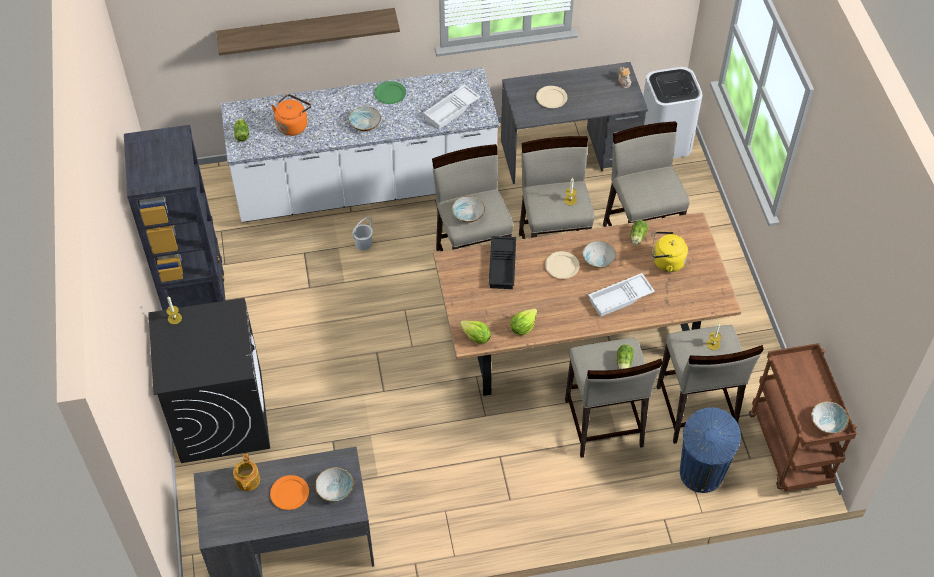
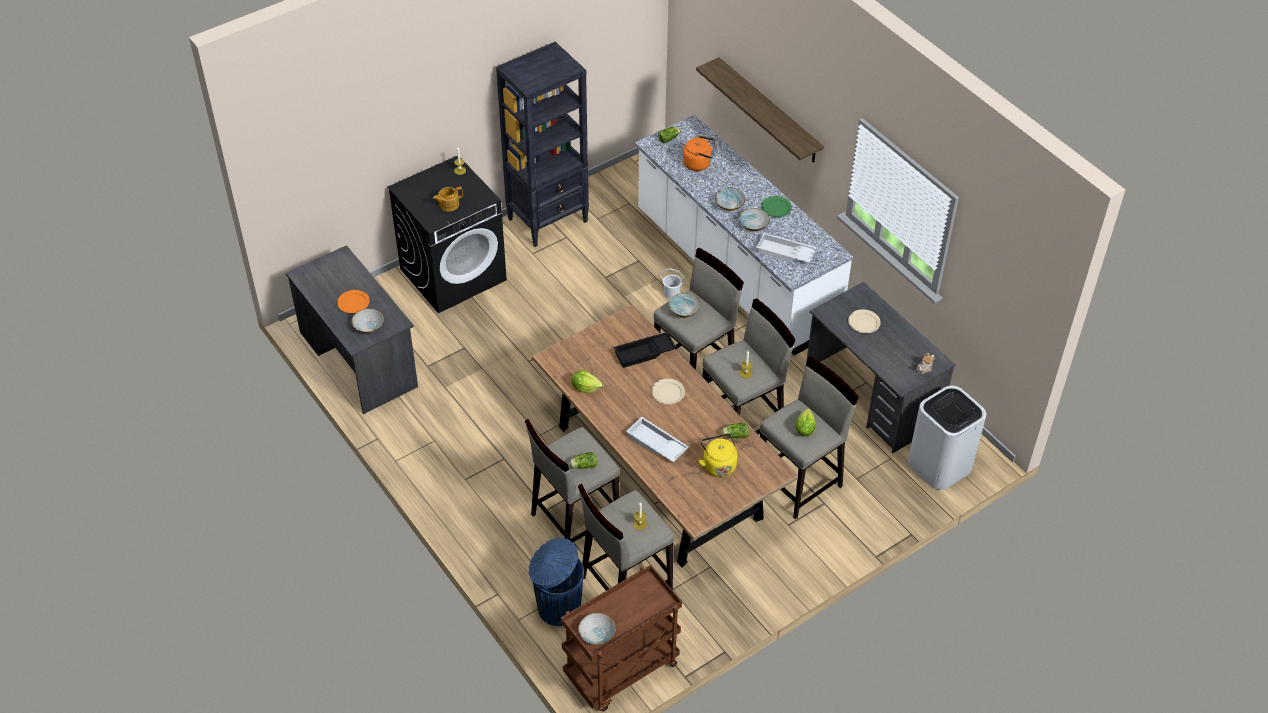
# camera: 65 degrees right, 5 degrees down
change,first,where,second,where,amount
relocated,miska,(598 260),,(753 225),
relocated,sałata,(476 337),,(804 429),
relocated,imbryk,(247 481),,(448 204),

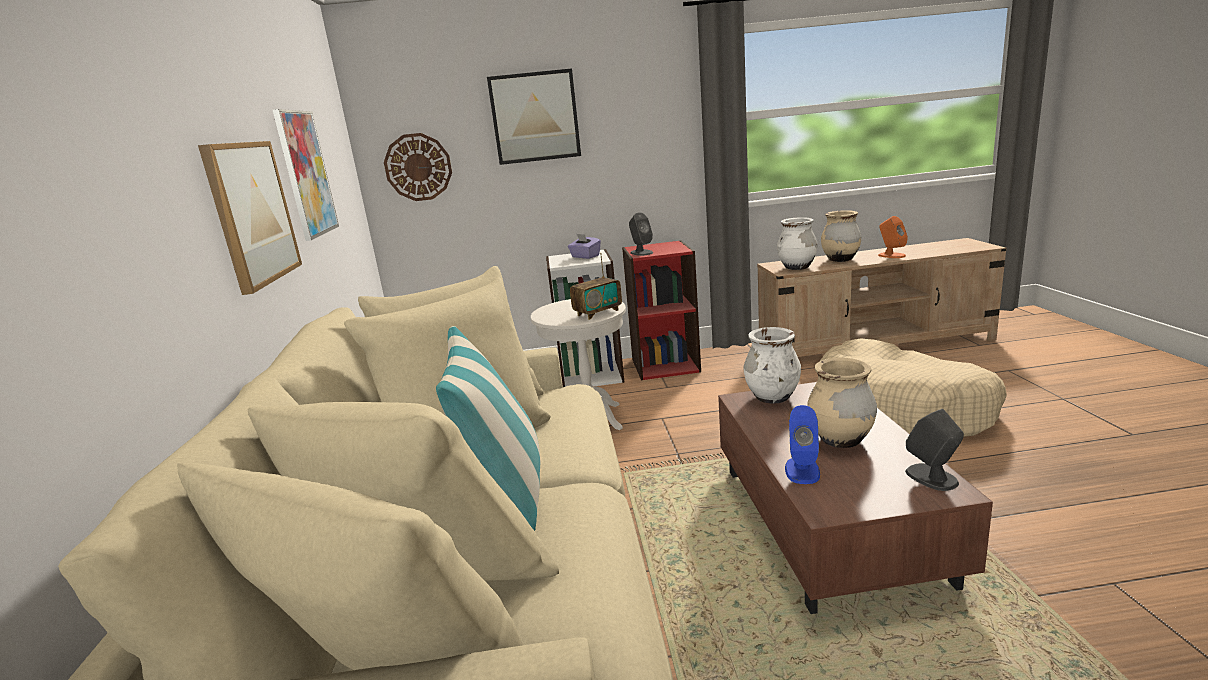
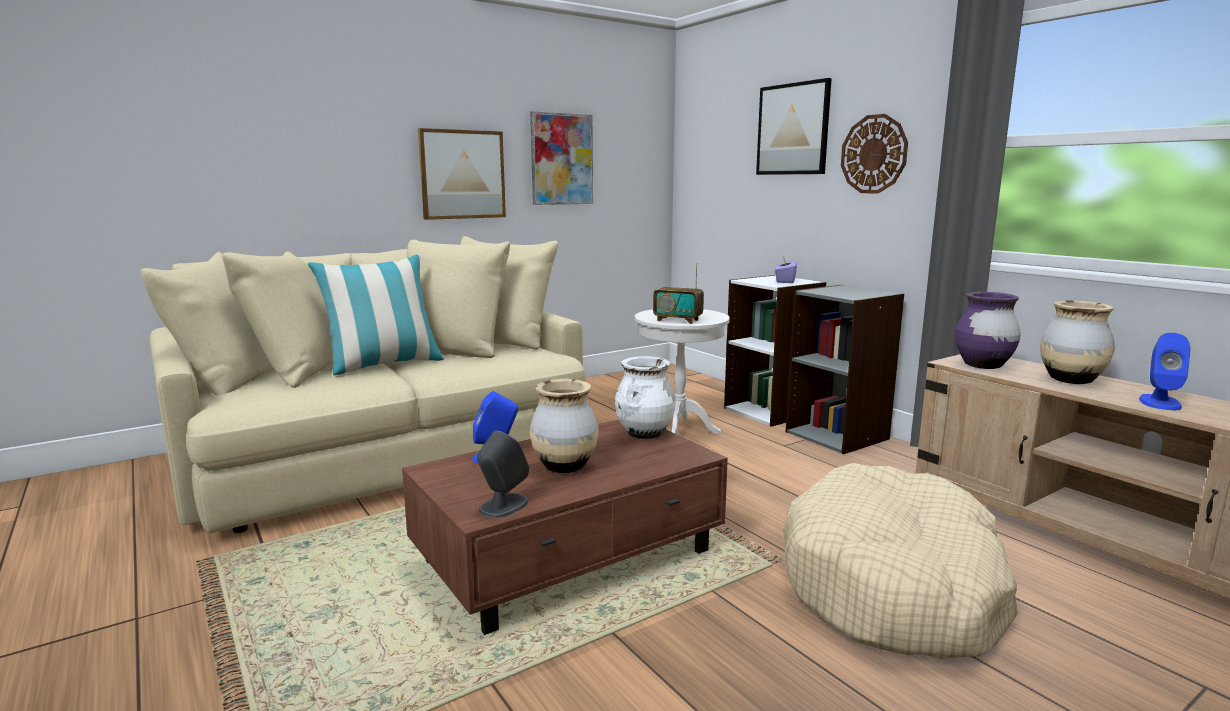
# camera: 60 degrees right, 5 degrees down
change,first,where,second,where,amount
relocated,zegar ścienny,(418 167),,(874 154),
missing,głośnik (szary),(641 253),,,
colour,głośnik (pomarańczowy),(891 255),głośnik (niebieski),(1160 402),
colour,wazon (biały),(797 267),wazon (fioletowy),(983 365),
colour,regał (czerwony),(665 365),regał (szary),(837 435),

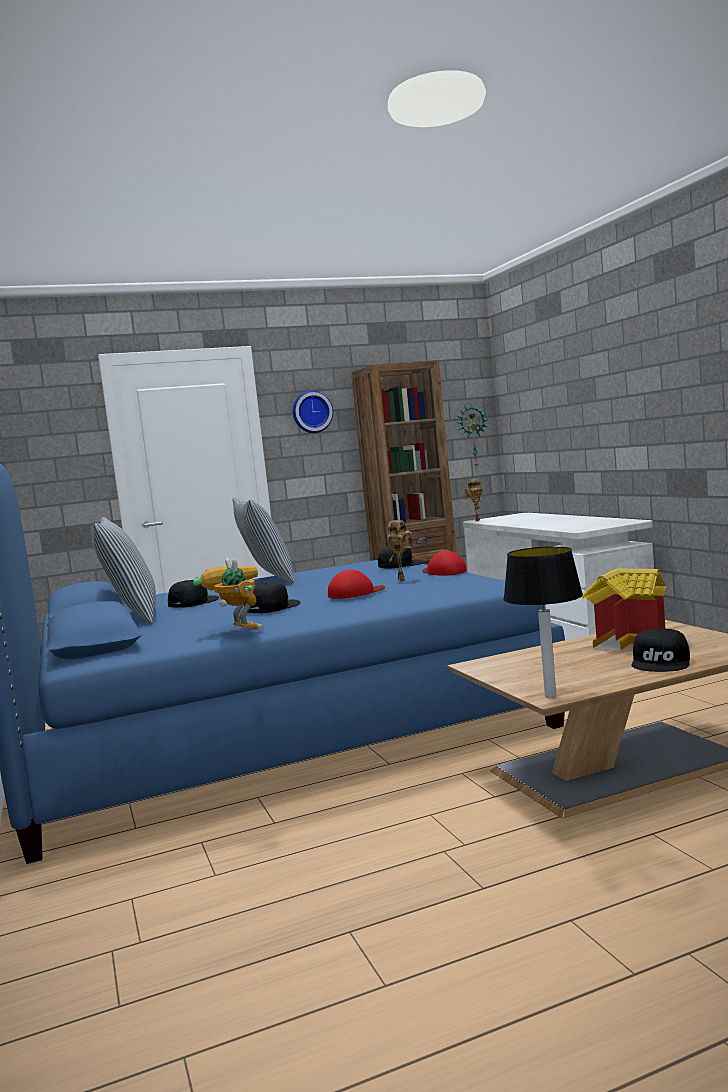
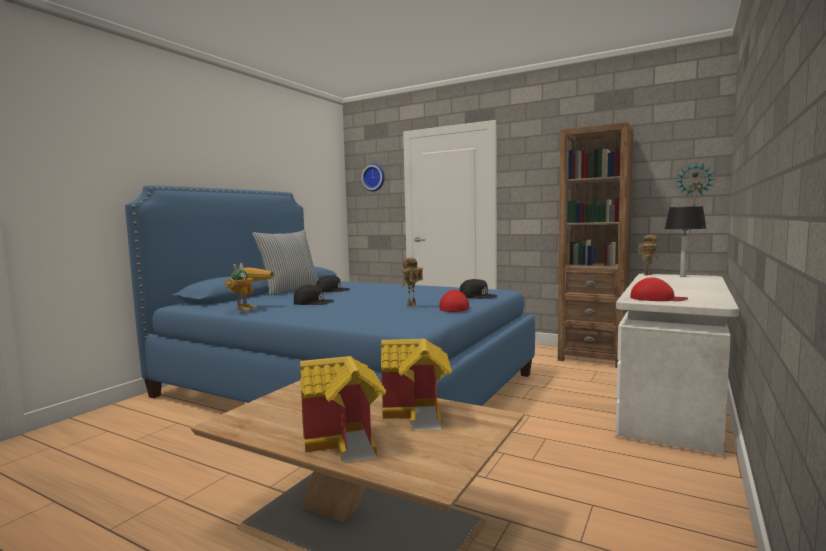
# camera: 50 degrees right, 0 degrees up
change,first,where,second,where,amount
relocated,zegar ścienny,(311 412),,(374 177),
missing,poduszka,(267 580),,,
relocated,lampa stołowa,(550 695),,(683 276),
relocated,czapka z daszkiem (czerwony),(355 593),,(657 298),
exchanged,czapka z daszkiem (czarny),(662 662),domek,(347 443),

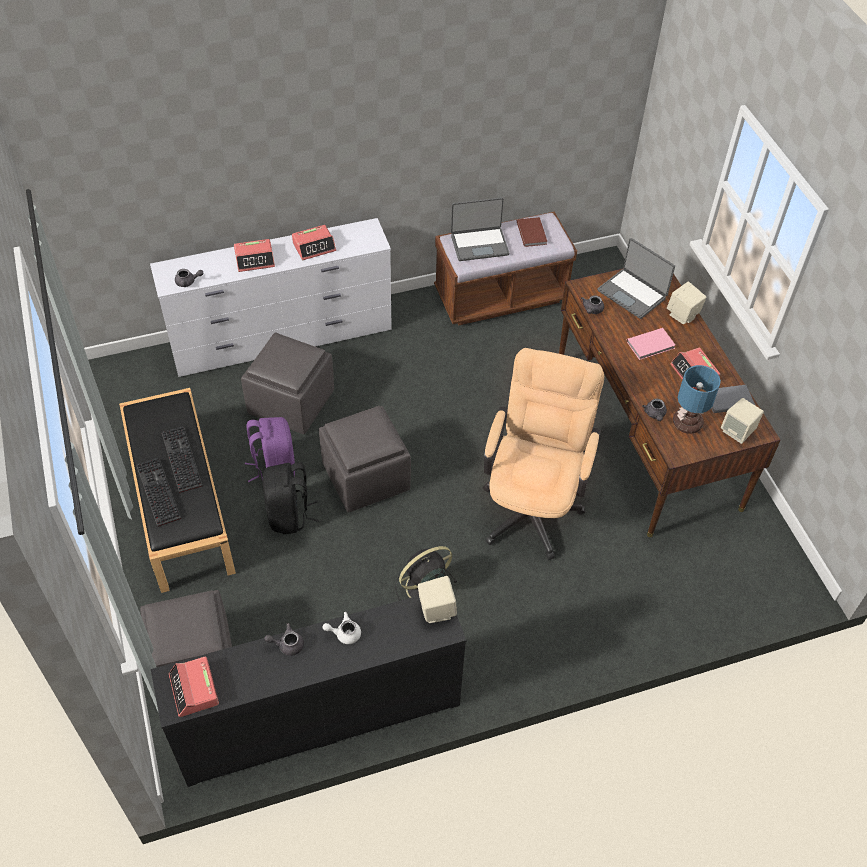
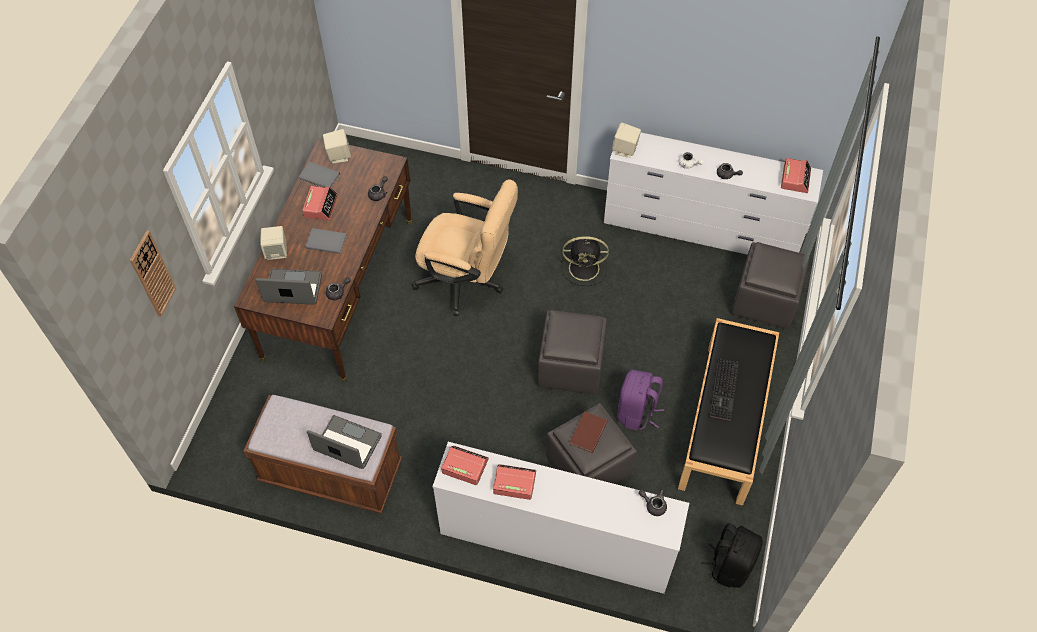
# camera: 145 degrees left, 5 degrees up
change,first,where,second,where,amount
relocated,książka (brązowy),(532 233),,(587 433),
spun,laptop,(632 294),,(293 289),75 degrees counterclockwise
relocated,budzik,(255 259),,(464 466),
colour,książka (różowy),(651 345),książka (szary),(326 241),
spun,krzesło biurowe (beżowy),(533 504),,(467 282),120 degrees counterclockwise
missing,lampa stołowa,(688 422),,,
missing,klawiatura,(156 492),,,
relocated,plecak (czarny),(289 515),,(730 565),
colour,komoda (czarny),(319 718),komoda (biały),(701 230),
appeared,,,zegar ścienny,(152 274),

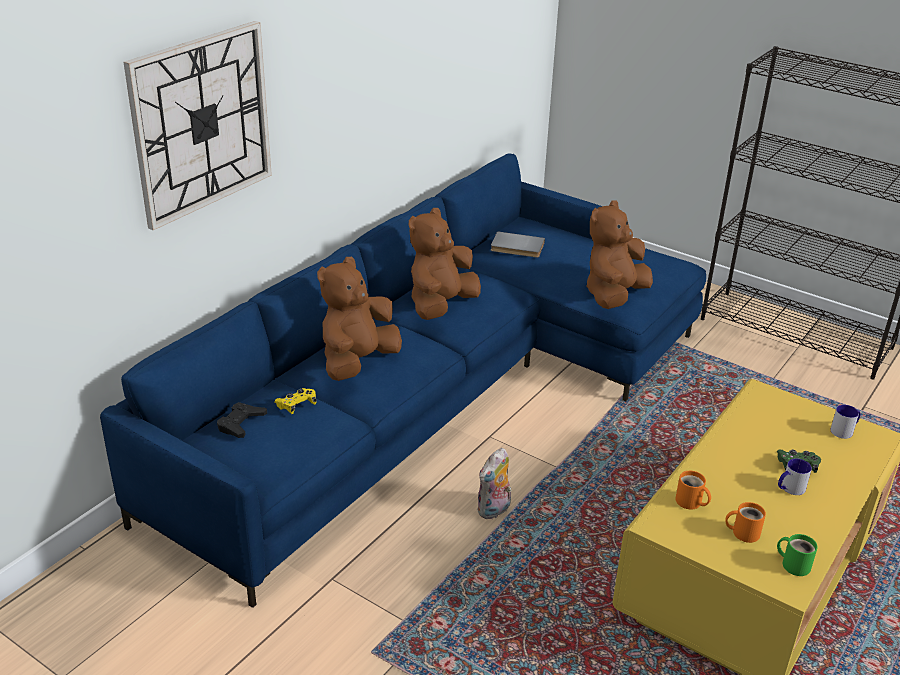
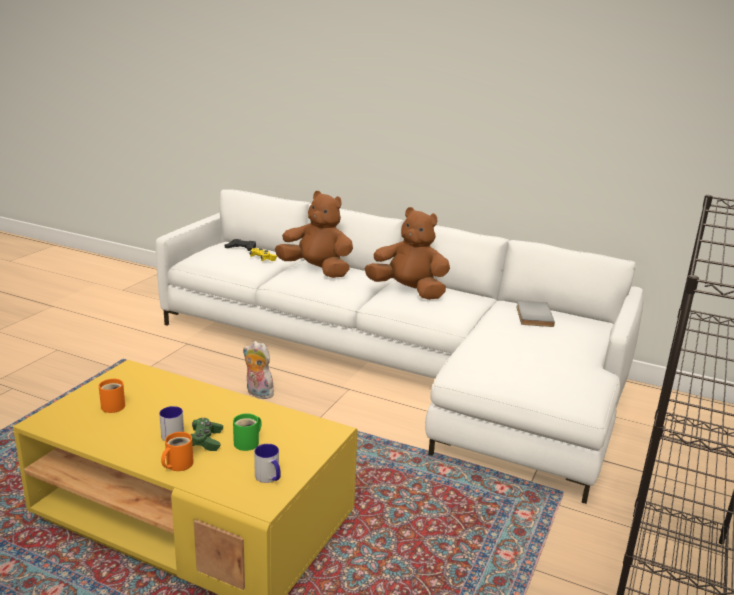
# camera: 80 degrees right, 10 degrees down
change,first,where,second,where,amount
missing,zegar ścienny,(202 123),,,
colour,kanapa (niebieski),(441 392),kanapa (biały),(399 366),
missing,pluszak (brązowy),(614 296),,,
relocated,kubek (pomarańczowy),(690 502),,(177 464),
relocated,kubek (zielony),(794 564),,(248 442),

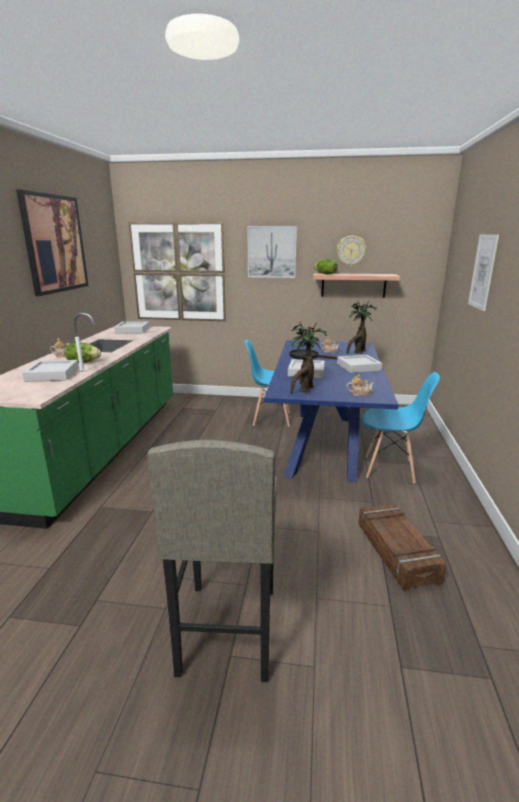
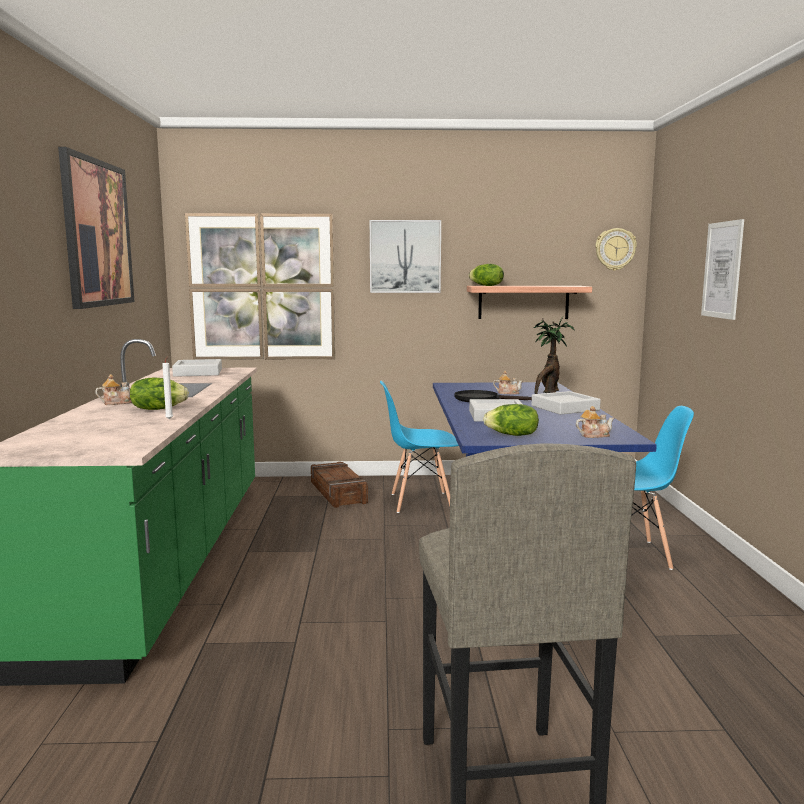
# camera: 10 degrees left, 10 degrees down
change,first,where,second,where,amount
relocated,zegar ścienny,(351 251),,(615 249),
exchanged,roślina doniczkowa,(304 390),sałata,(512 435),
missing,taca (szary),(52 375),,,
relocated,skrzynka,(397 551),,(338 492),

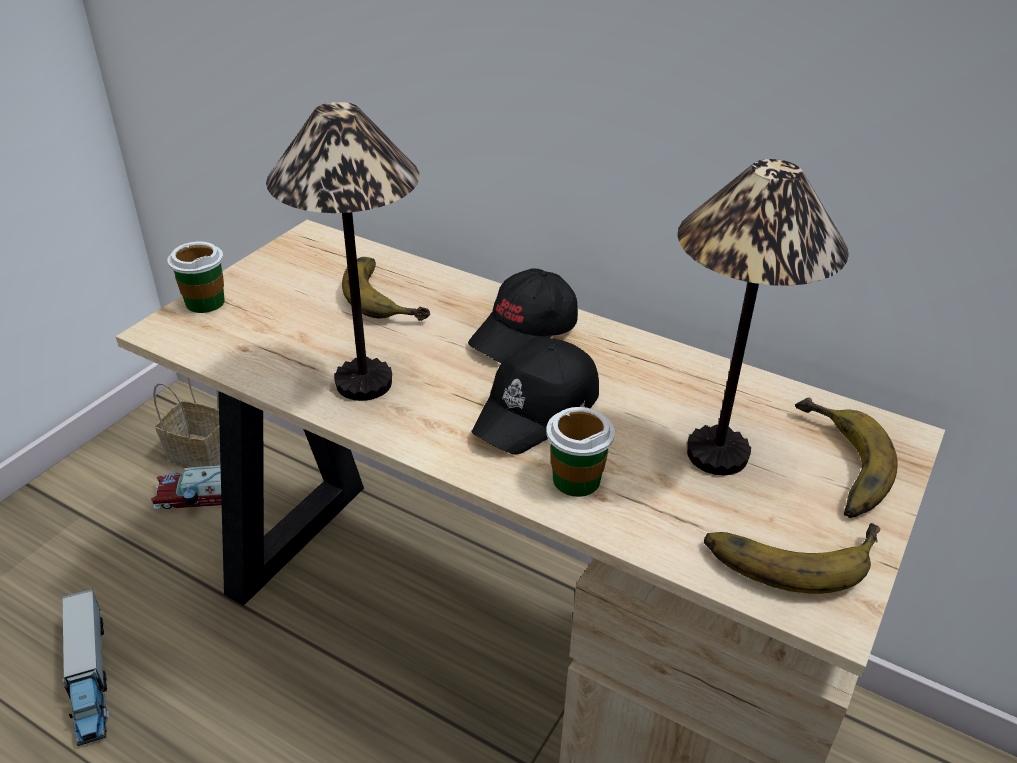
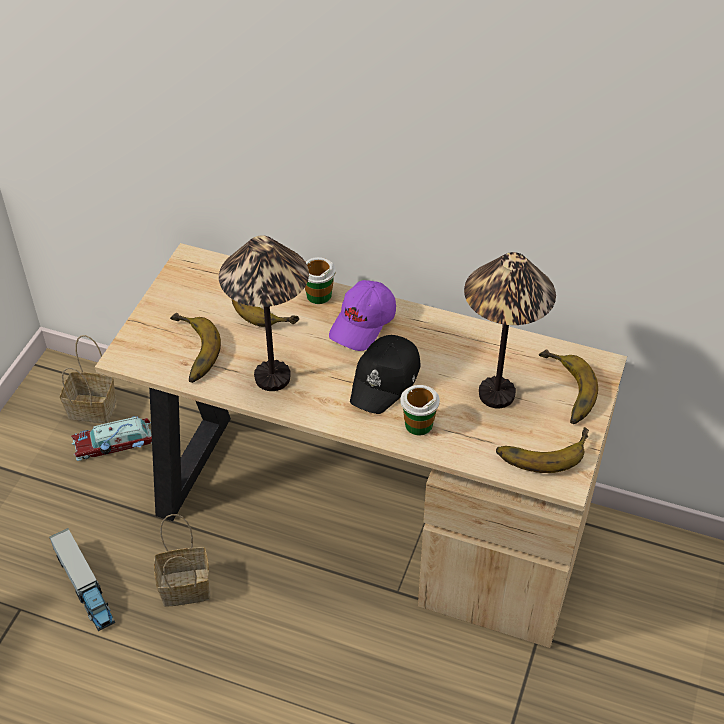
# camera: 10 degrees left, 10 degrees up
change,first,where,second,where,amount
relocated,filiżanka,(205 302),,(318 295),
colour,czapka z daszkiem (czarny),(525 334),czapka z daszkiem (fioletowy),(363 324),
appeared,,,banan,(188 352),
appeared,,,koszyk,(183 588),

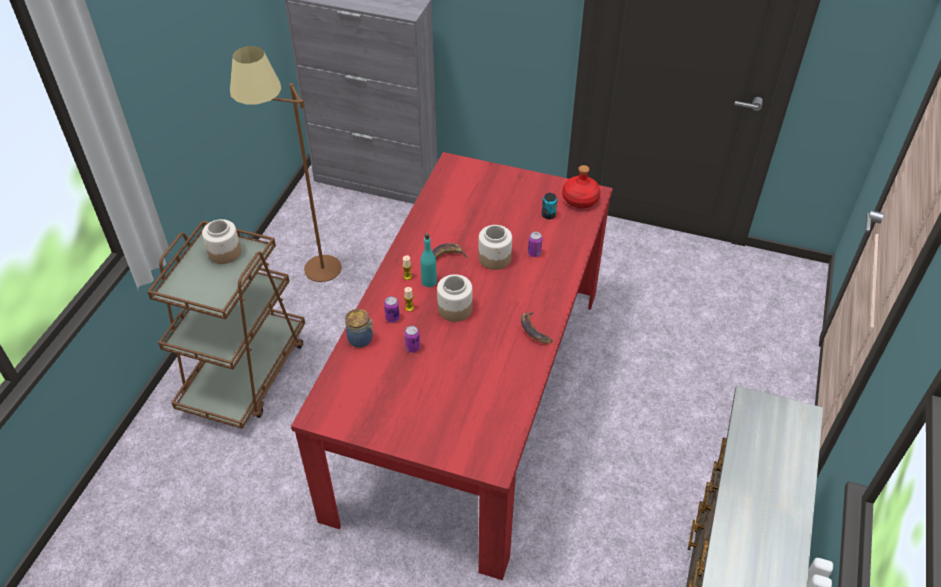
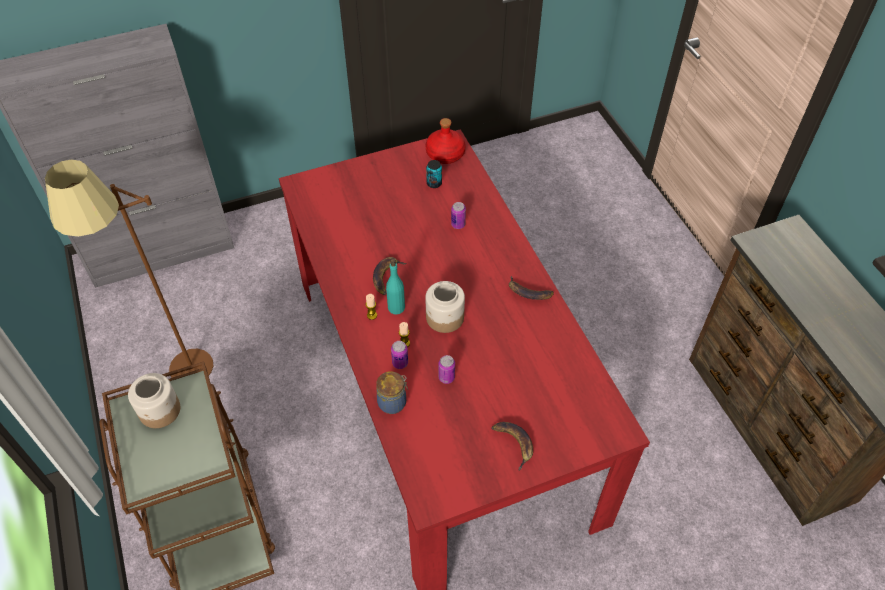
# camera: 40 degrees left, 5 degrees up
change,first,where,second,where,amount
missing,słoik,(495 258),,,
appeared,,,banan,(514 443),

